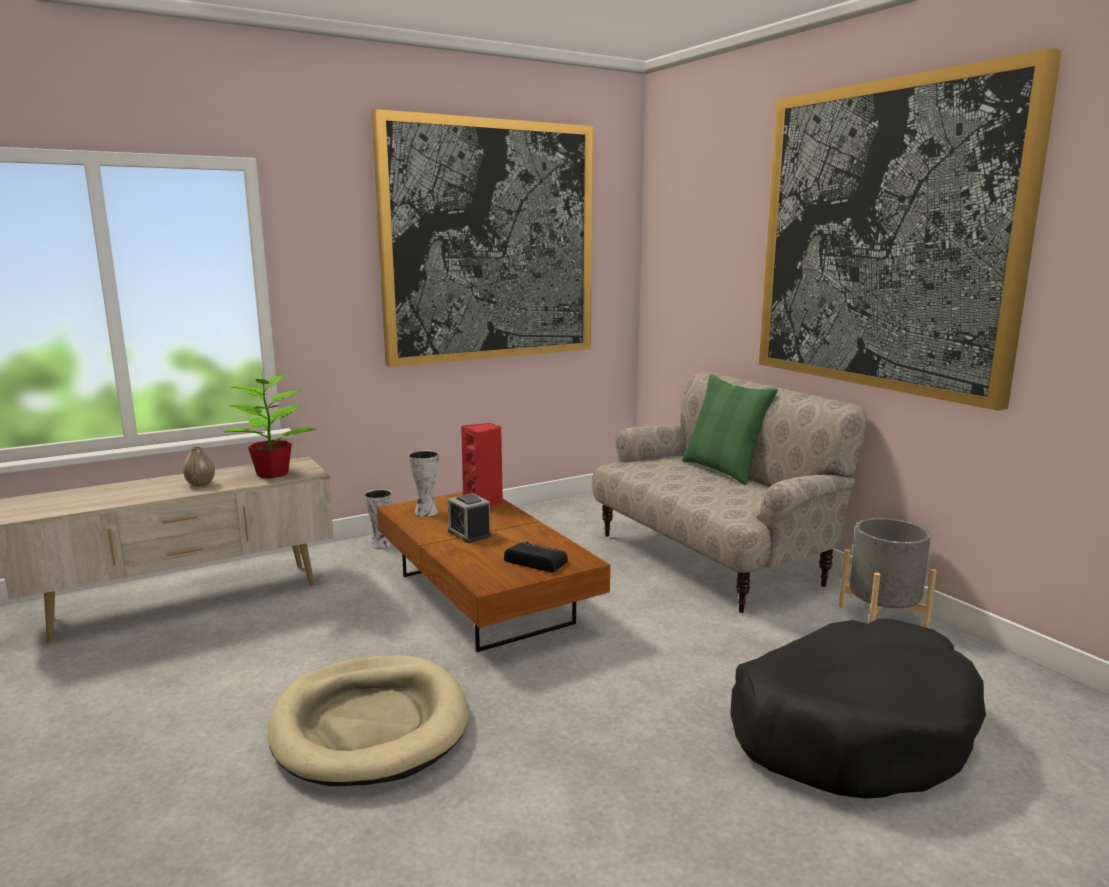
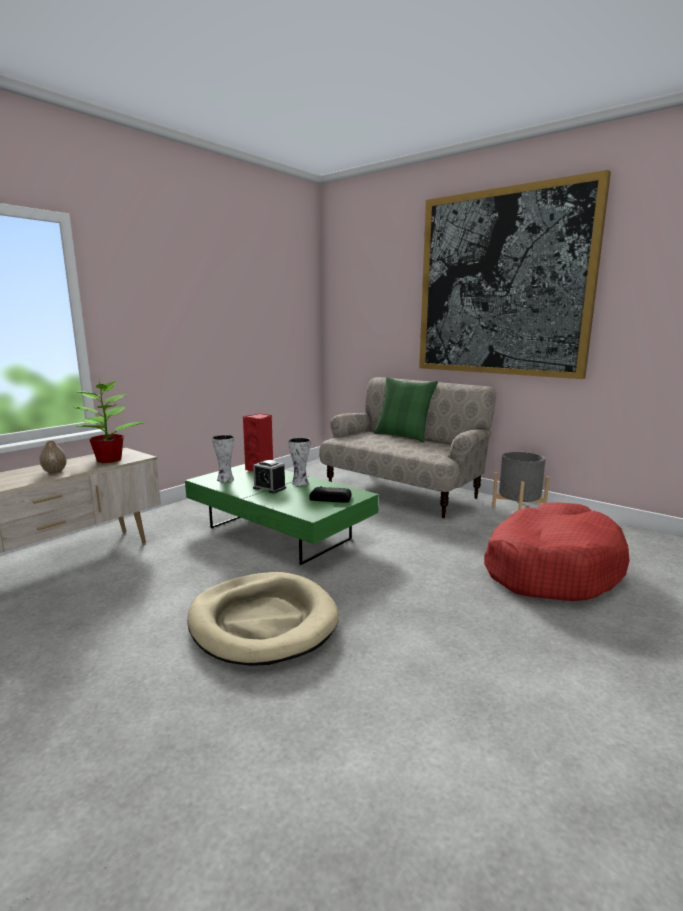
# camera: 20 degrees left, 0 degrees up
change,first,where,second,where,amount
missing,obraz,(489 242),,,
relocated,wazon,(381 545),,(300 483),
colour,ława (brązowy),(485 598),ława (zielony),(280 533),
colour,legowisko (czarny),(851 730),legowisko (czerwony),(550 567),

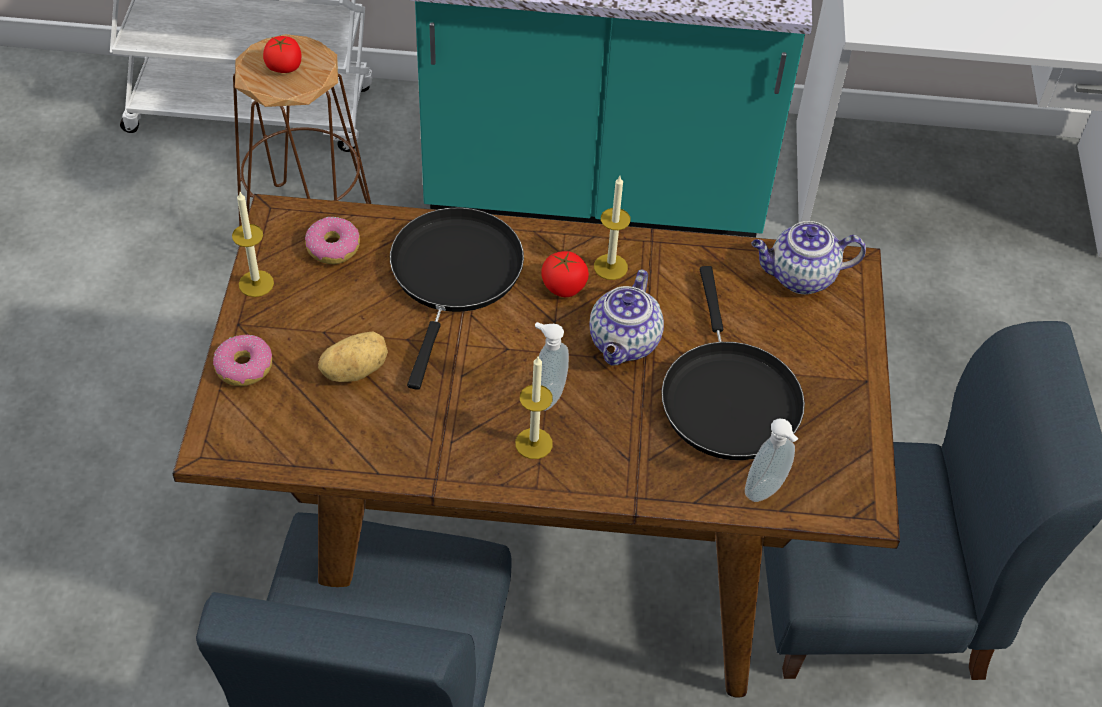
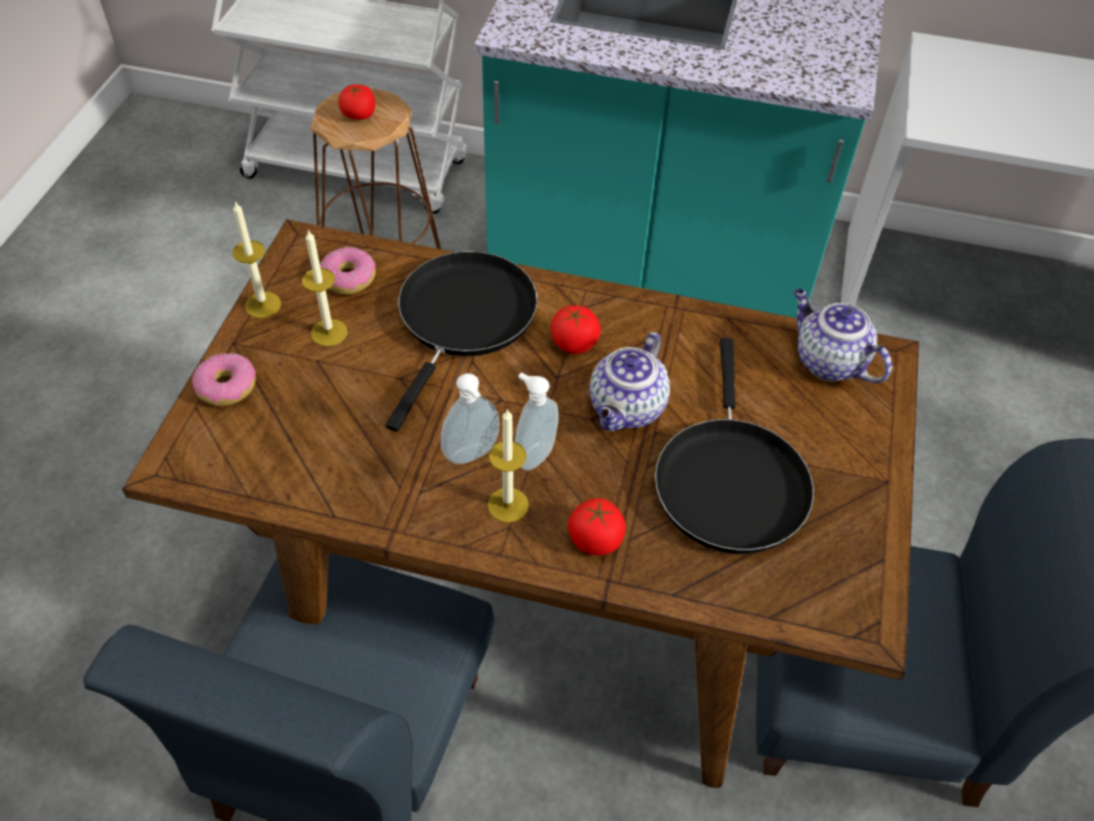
# camera: 10 degrees right, 0 degrees up
change,first,where,second,where,amount
relocated,świeca,(610 267),,(329 332),
spun,imbryk,(800 277),,(827 361),45 degrees clockwise
missing,ziemniak,(354 369),,,
relocated,dozownik mydła,(767 491),,(473 456),
appeared,,,pomidor,(595 539),

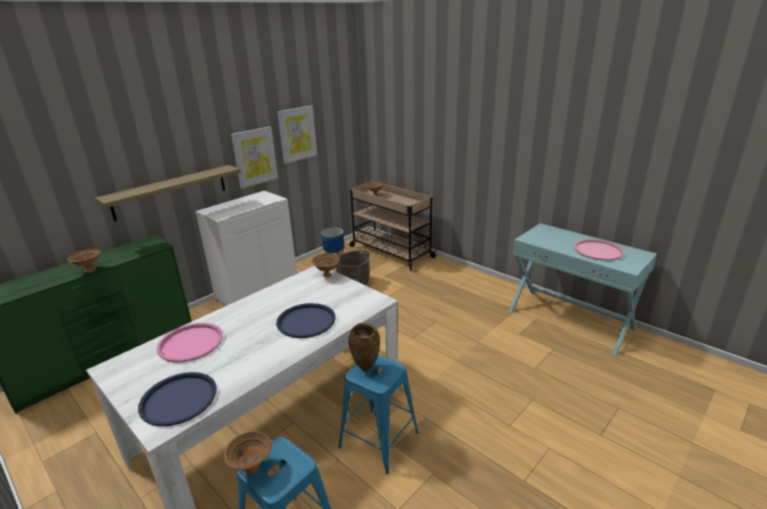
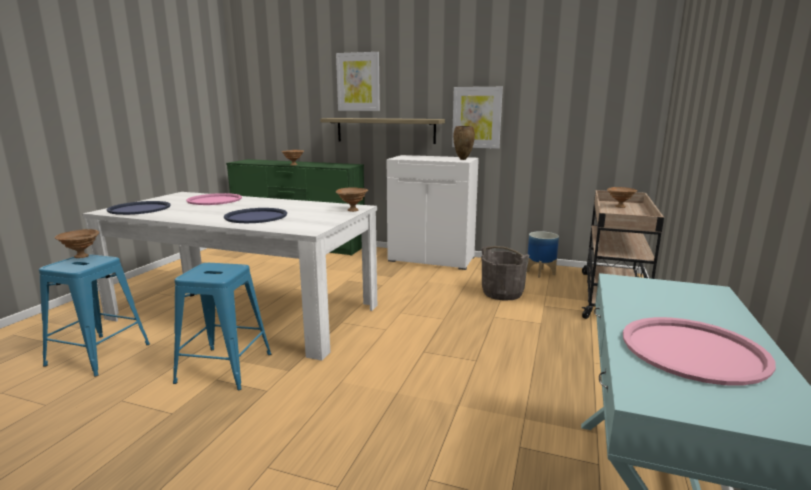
# camera: 65 degrees right, 10 degrees down
change,first,where,second,where,amount
relocated,obraz,(297 134),,(358 82),
relocated,wazon (brązowy),(366 368),,(463 159),

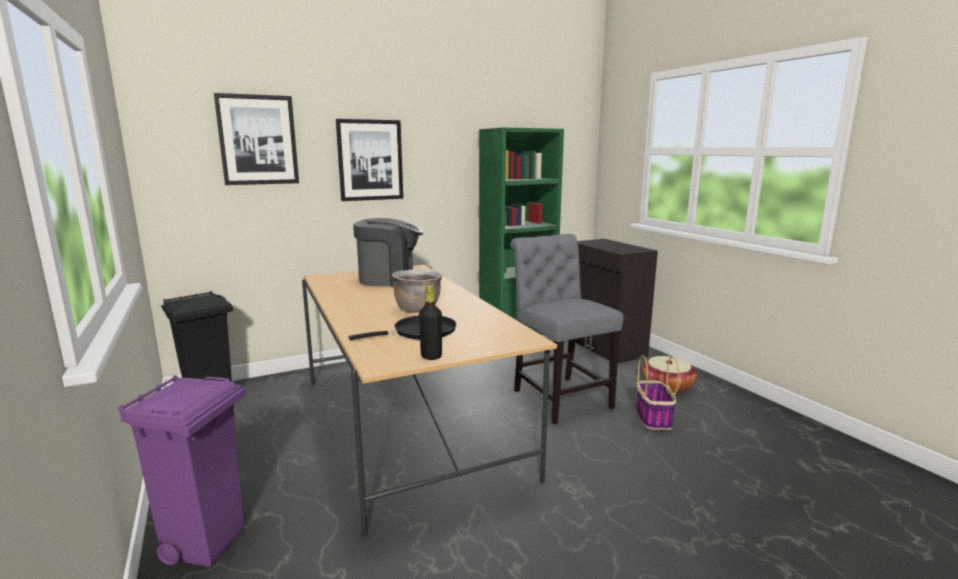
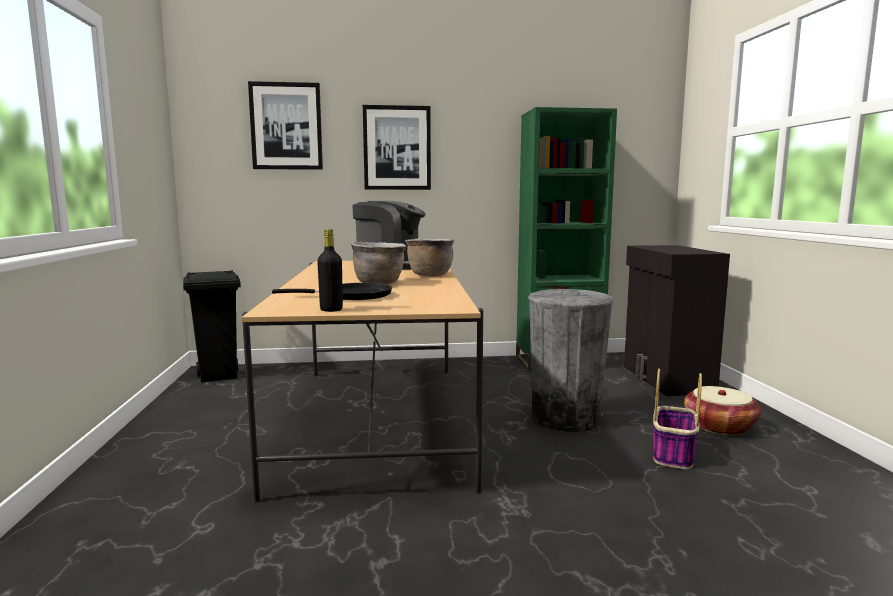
# camera: 20 degrees right, 5 degrees down
change,first,where,second,where,amount
exchanged,krzesło (szary),(559 397),kosz na śmieci (szary),(565 418),
missing,kosz na śmieci (fioletowy),(207 543),,,
appeared,,,garnek (brązowy),(429 275),

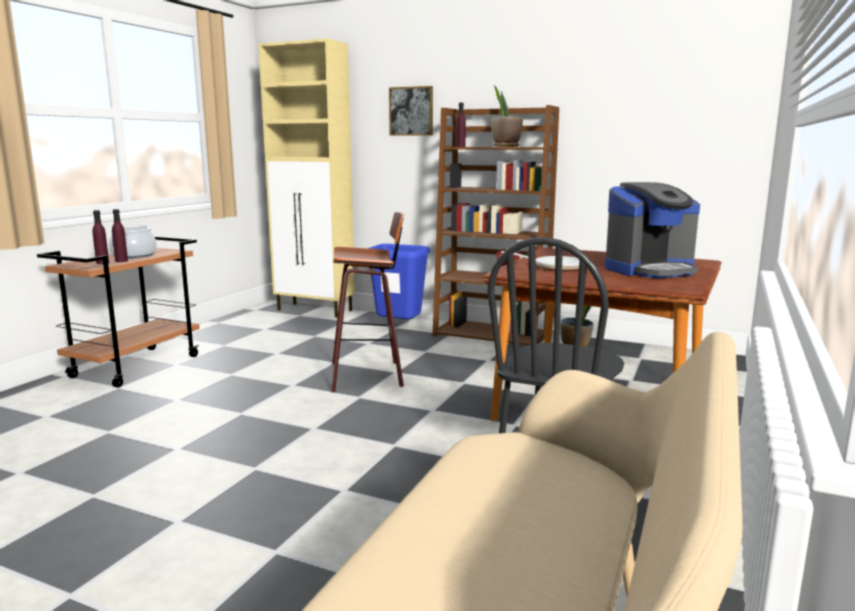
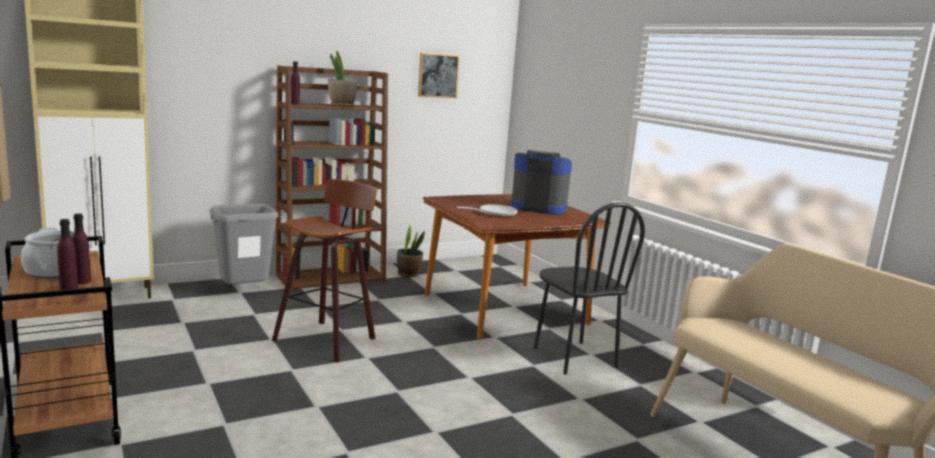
# camera: 55 degrees left, 0 degrees up
change,first,where,second,where,amount
relocated,obraz,(411 111),,(438 75),
spun,ekspres do kawy,(650 270),,(538 207),90 degrees counterclockwise
colour,kosz na śmieci (niebieski),(399 328),kosz na śmieci (szary),(245 293),

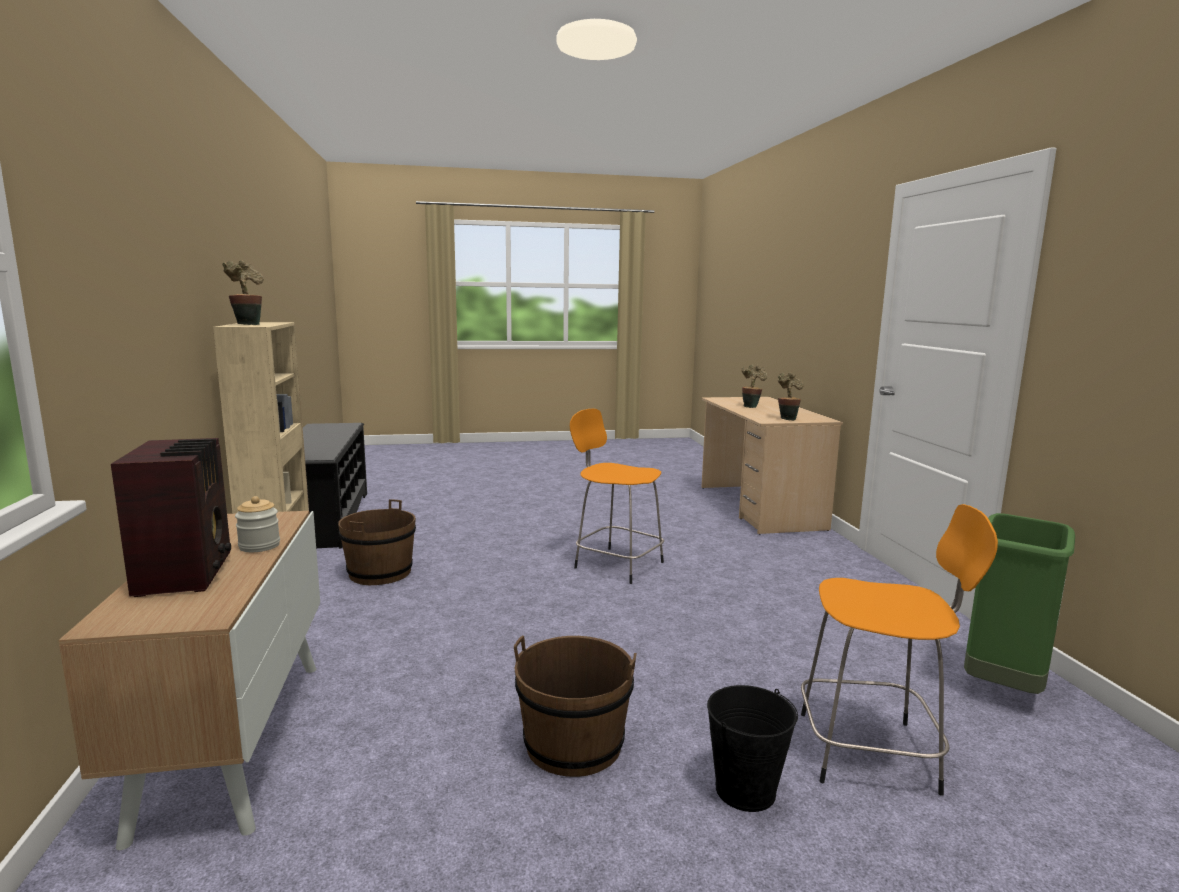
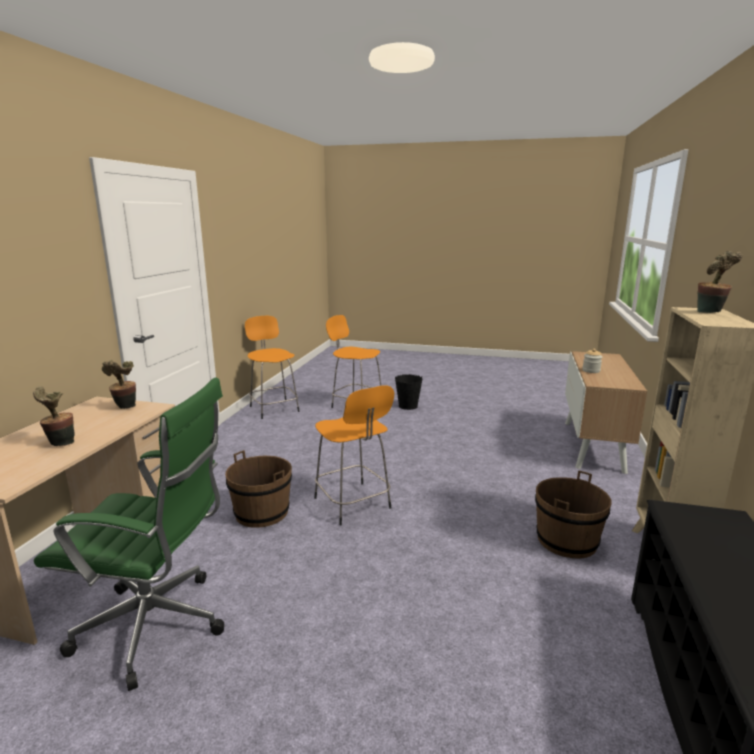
# camera: 155 degrees left, 5 degrees up
change,first,where,second,where,amount
missing,radio,(187 572),,,
exchanged,kosz na śmieci (zielony),(1003 687),stołek (pomarańczowy),(273 408),
relocated,wiadro (brązowy),(573 745),,(262 513),
appeared,,,krzesło biurowe (zielony),(158 627),

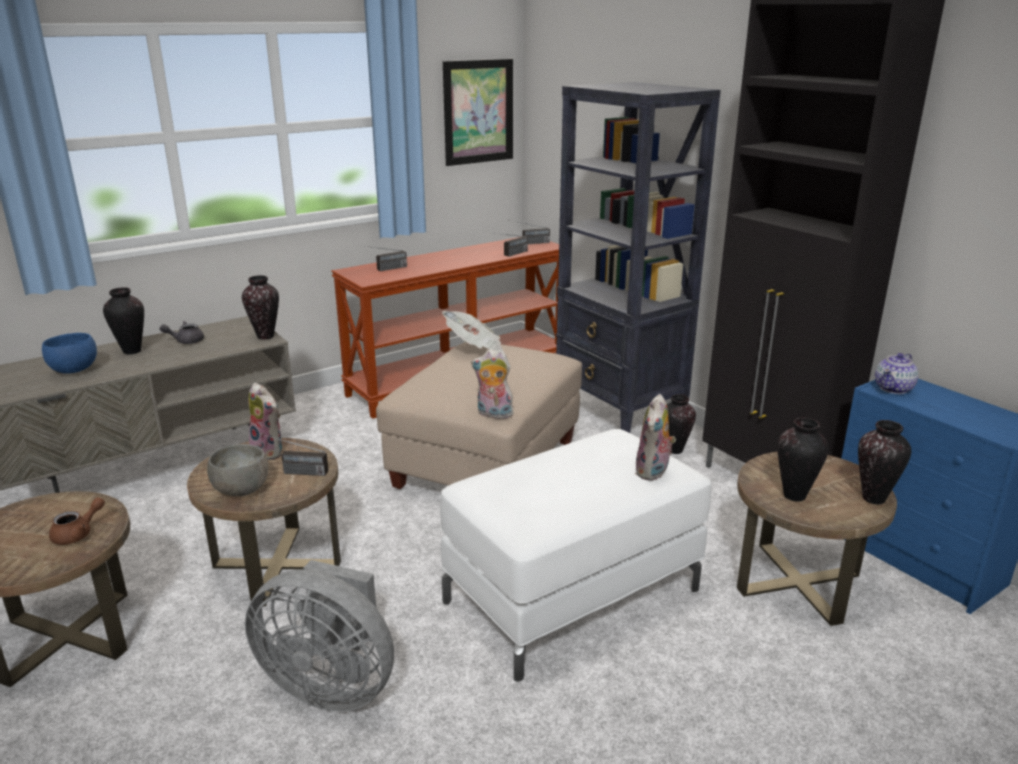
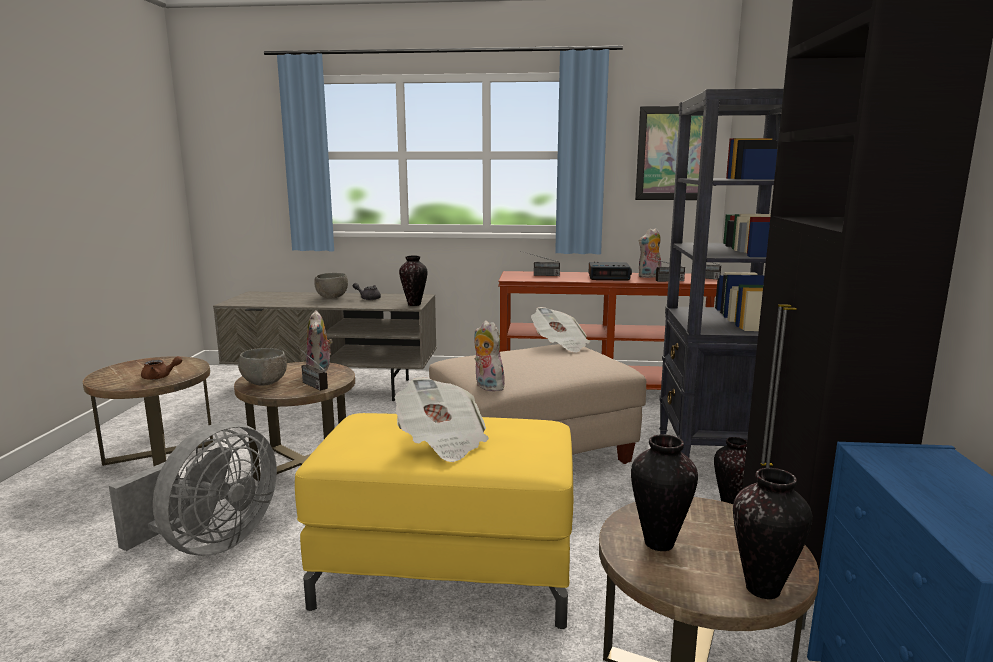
# camera: 40 degrees right, 10 degrees down
change,first,where,second,where,amount
exchanged,wazon,(131 351),miska (szary),(331 297),
missing,miska (niebieski),(75 370),,,
missing,imbryk,(894 388),,,
relocated,pluszak,(653 472),,(649 277),
colour,pufa (biały),(571 596),pufa (żółty),(444 573),
spun,wentylator (szary),(331 685),,(210 543),120 degrees counterclockwise
appeared,,,budzik,(609 277),
appeared,,,gazeta,(442 442),

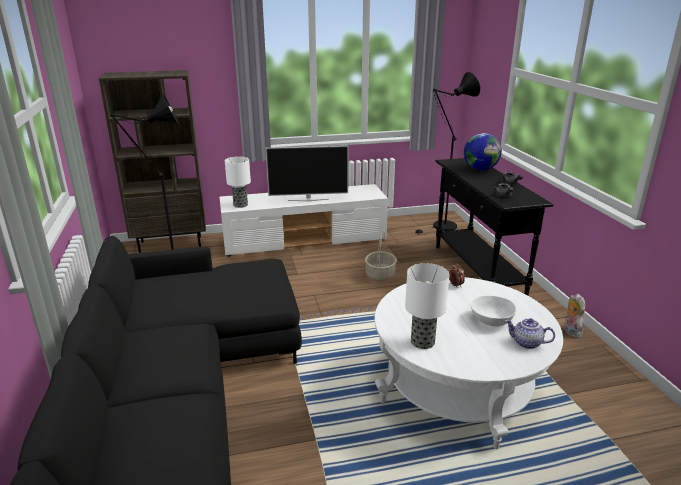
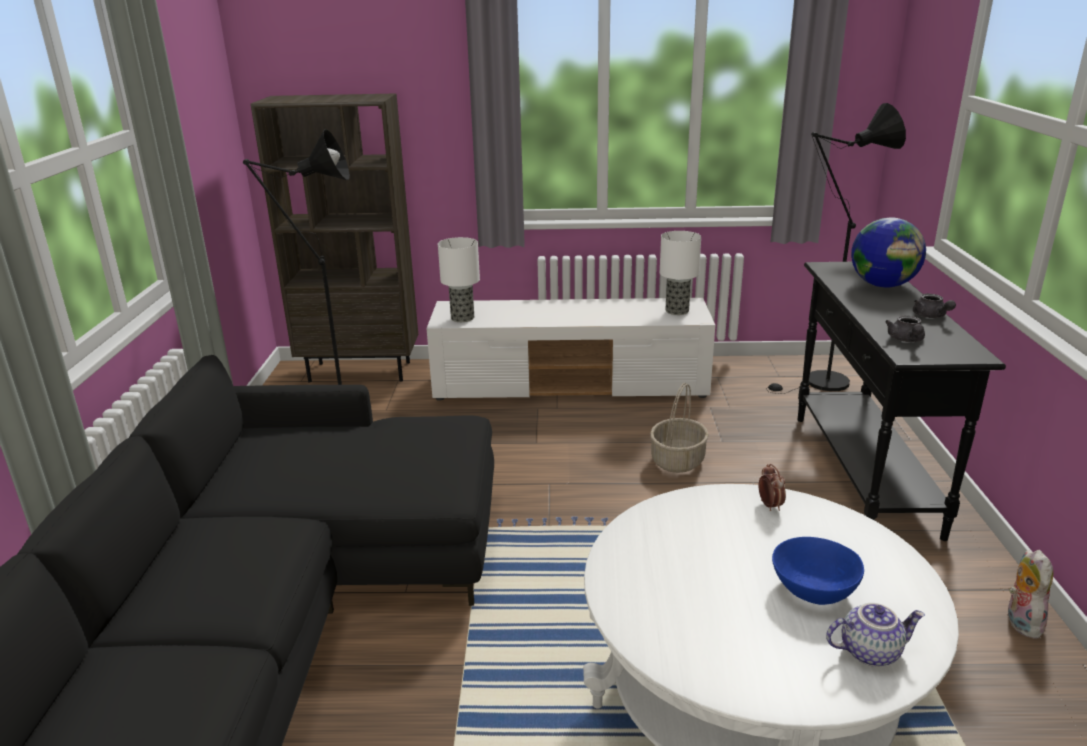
# camera: 15 degrees right, 0 degrees up
change,first,where,second,where,amount
missing,telewizor,(308 199),,,
relocated,lampa stołowa,(423 342),,(677 311),
colour,miska (biały),(491 320),miska (niebieski),(813 589),
spun,imbryk,(526 343),,(869 651),135 degrees clockwise

